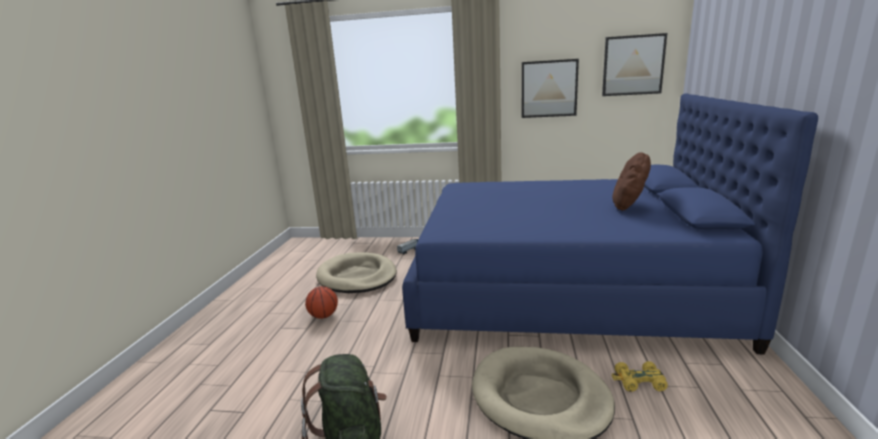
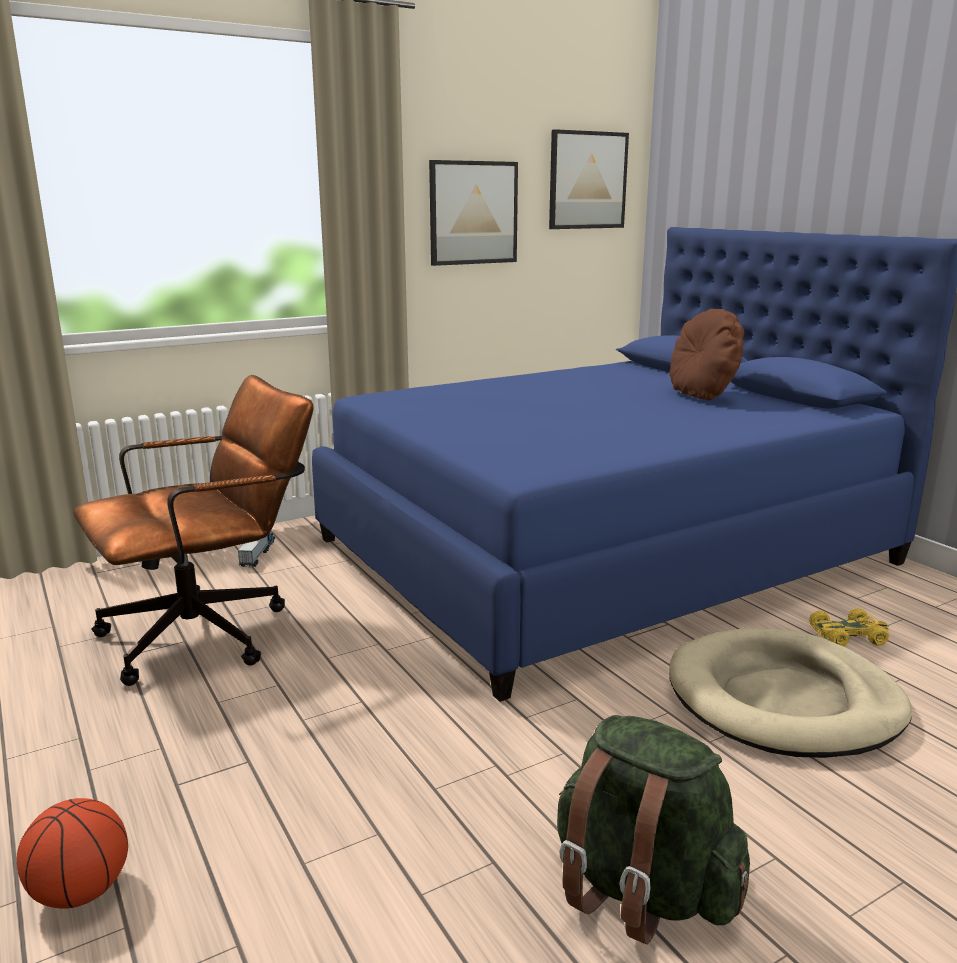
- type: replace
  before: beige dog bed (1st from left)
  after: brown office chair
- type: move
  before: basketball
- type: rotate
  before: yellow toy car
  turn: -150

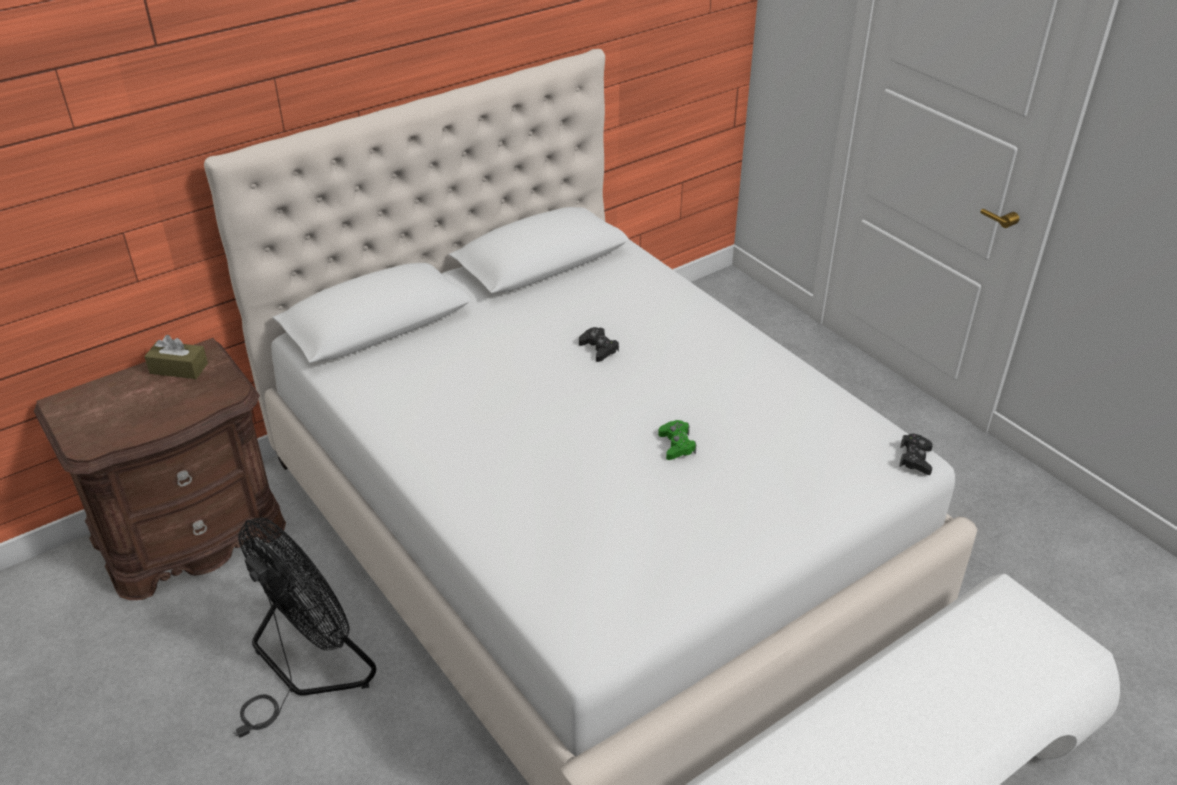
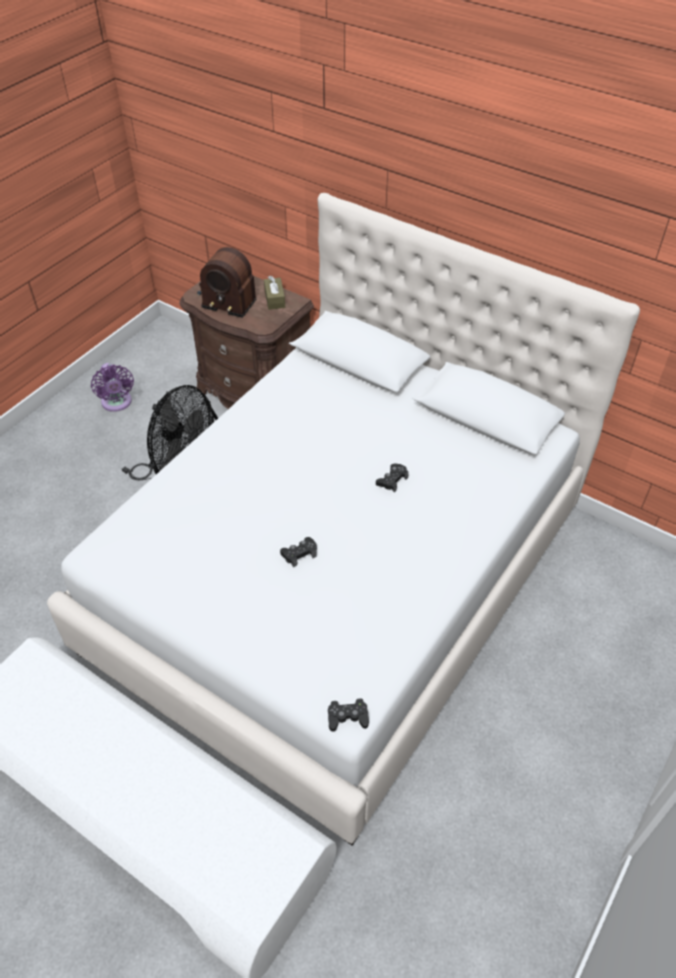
- type: recolor
  before: green game controller
  after: black game controller (1st from left)
- type: insert
  after: radio
- type: insert
  after: purple fan

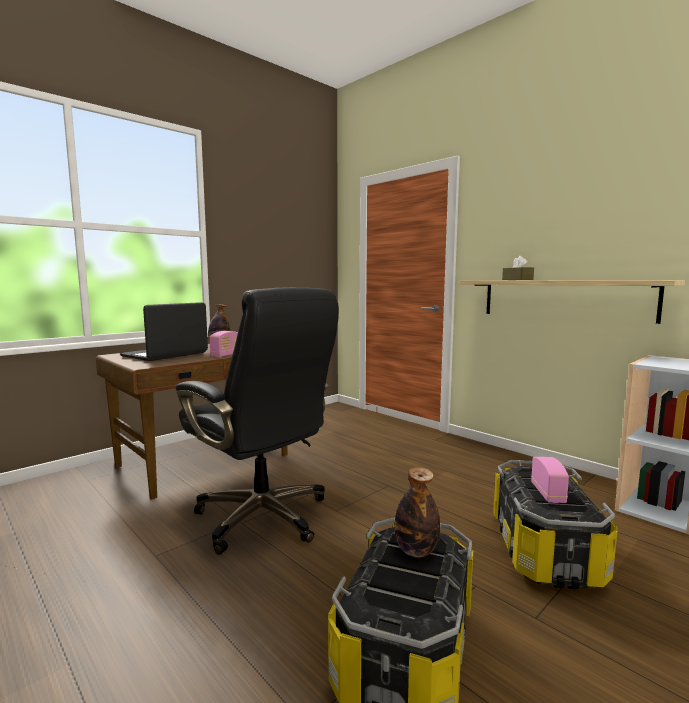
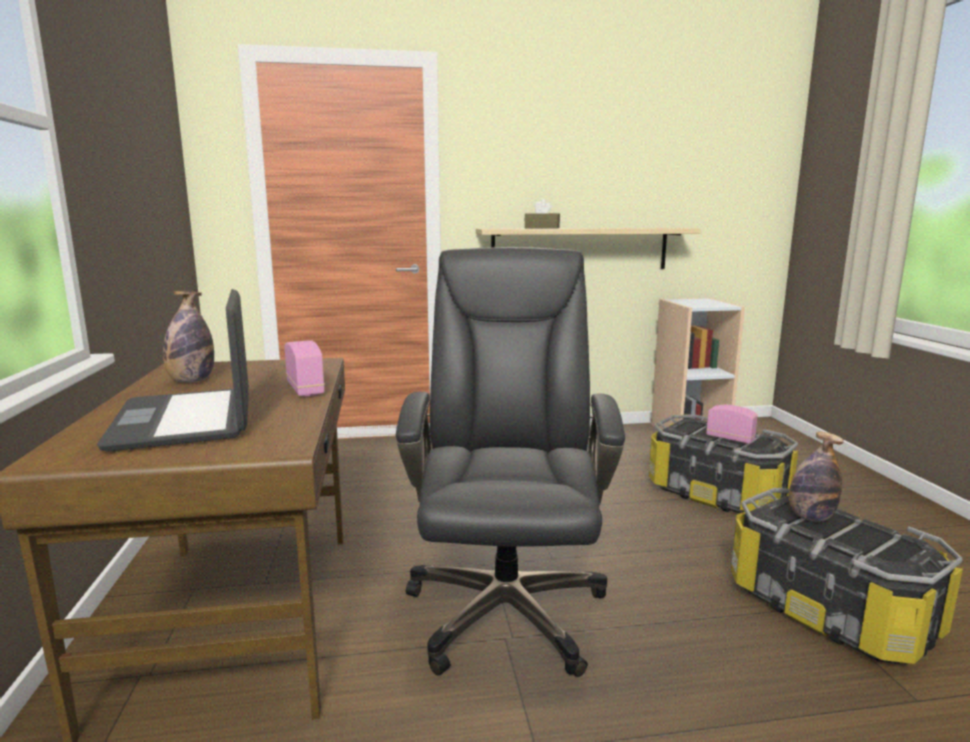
- type: rotate
  before: black office chair
  turn: -75

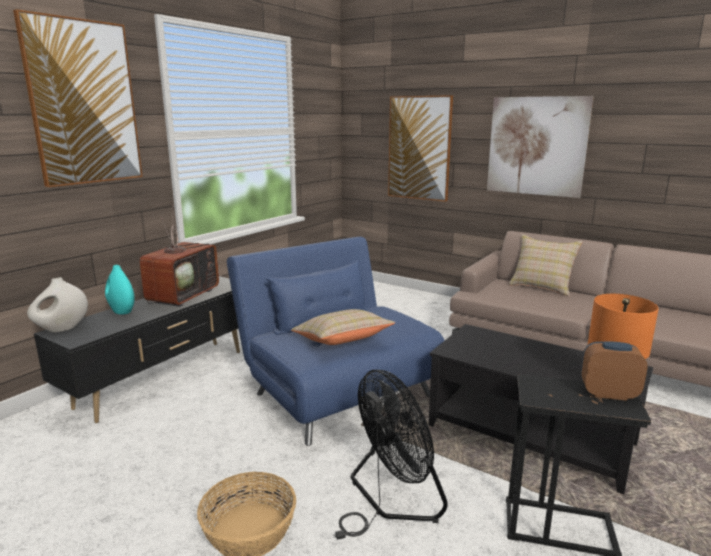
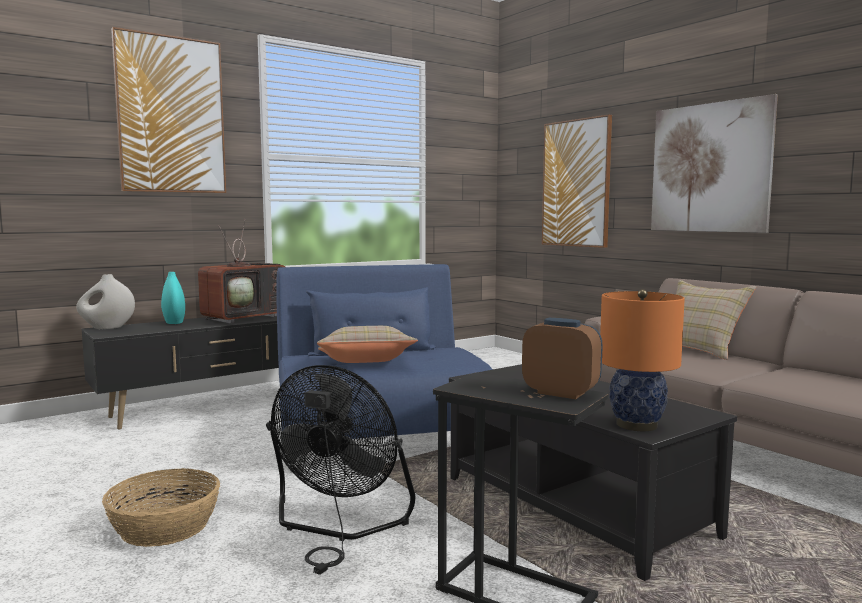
- type: rotate
  before: black fan
  turn: -60

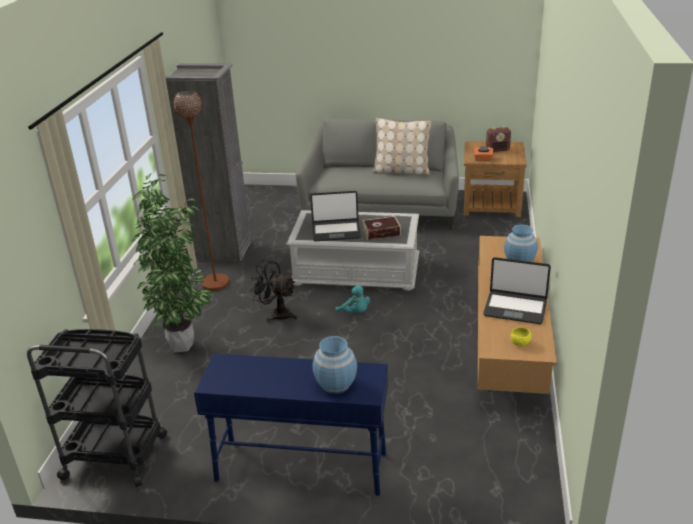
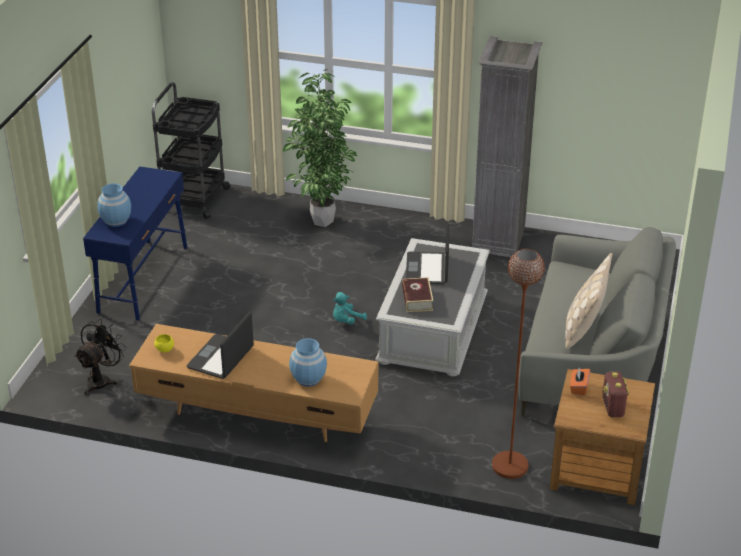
- type: move
  before: brown floor lamp
- type: move
  before: black fan

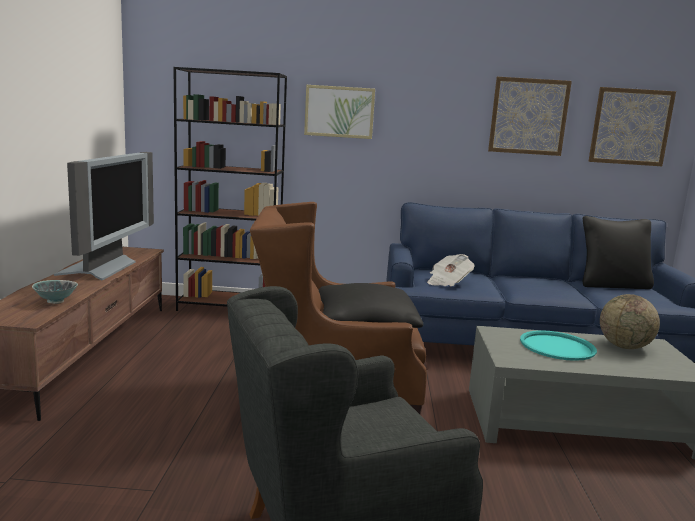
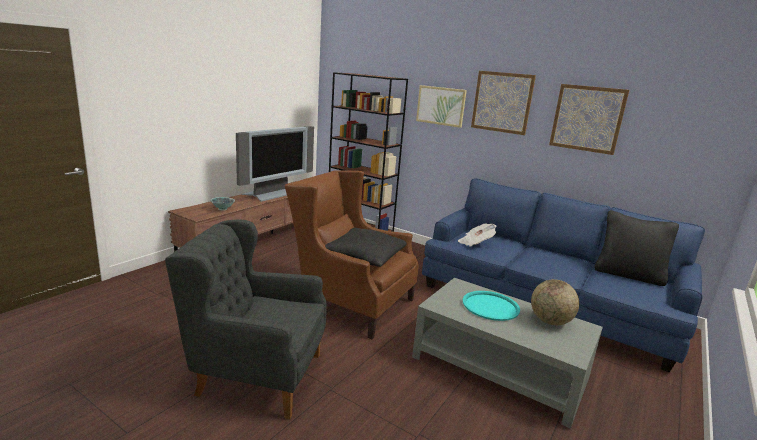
- type: move
  before: picture (3rd from left in the first image)
  after: picture (2nd from left)

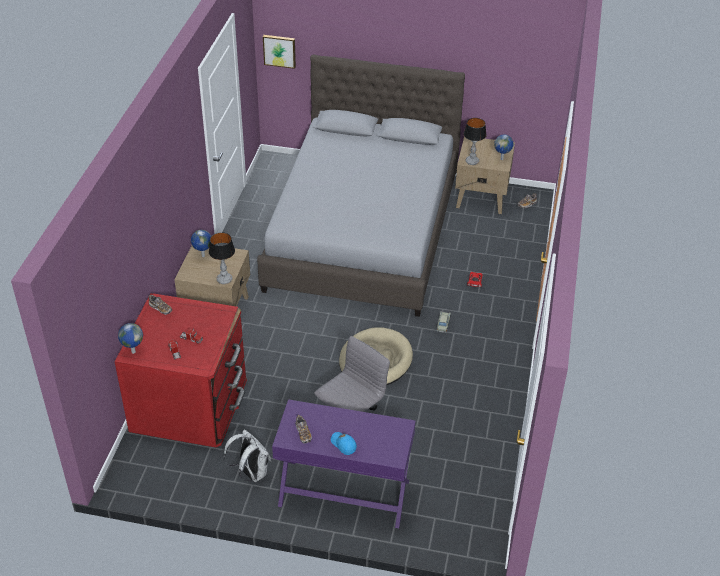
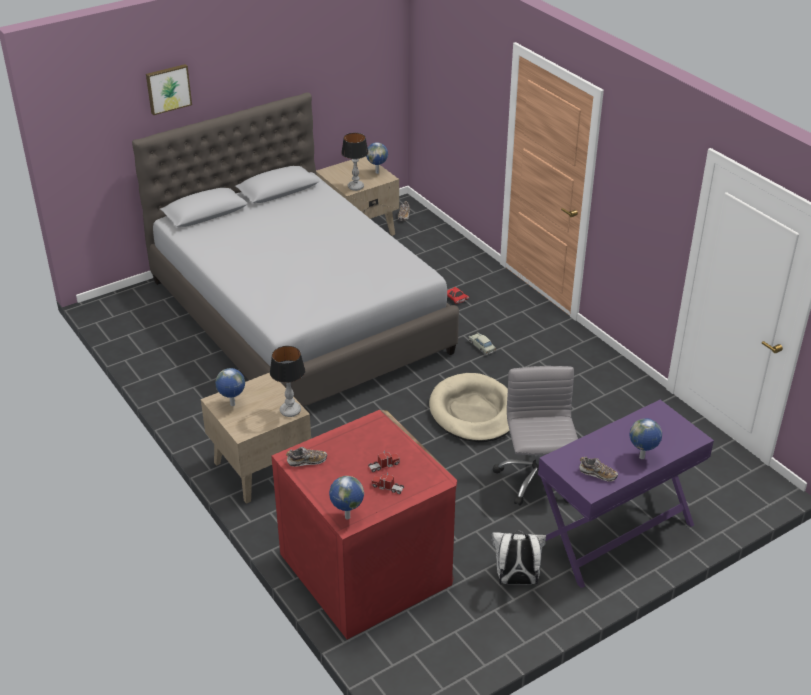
- type: move
  before: picture
- type: replace
  before: blue cap
  after: globe (4th from left)

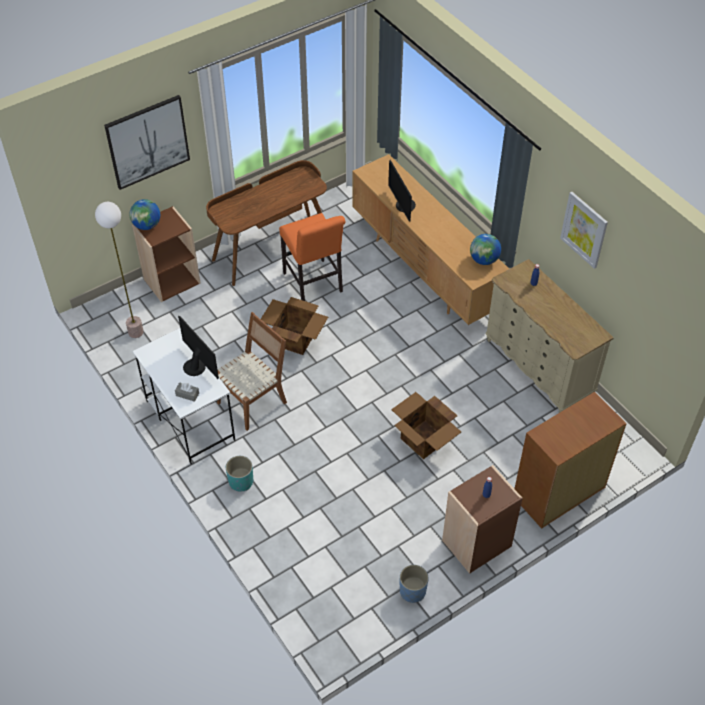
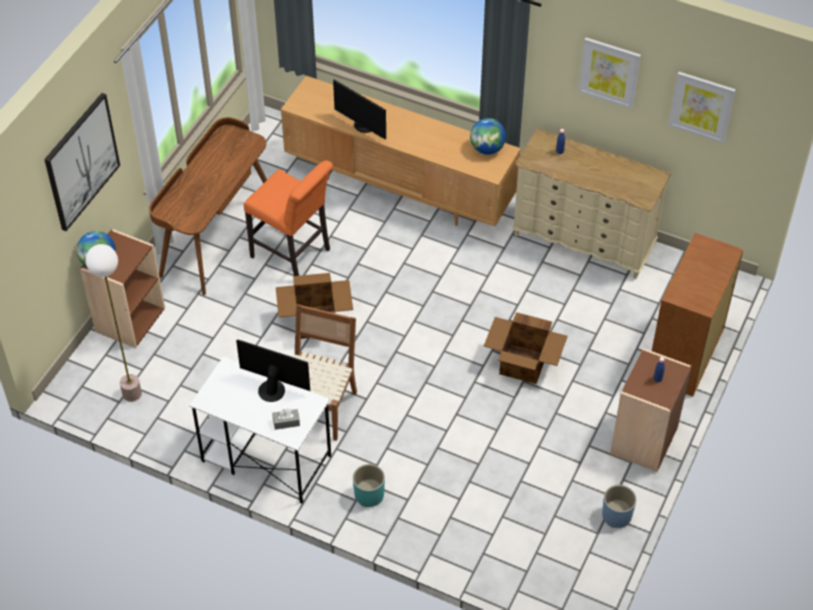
- type: insert
  after: picture (3rd from left)

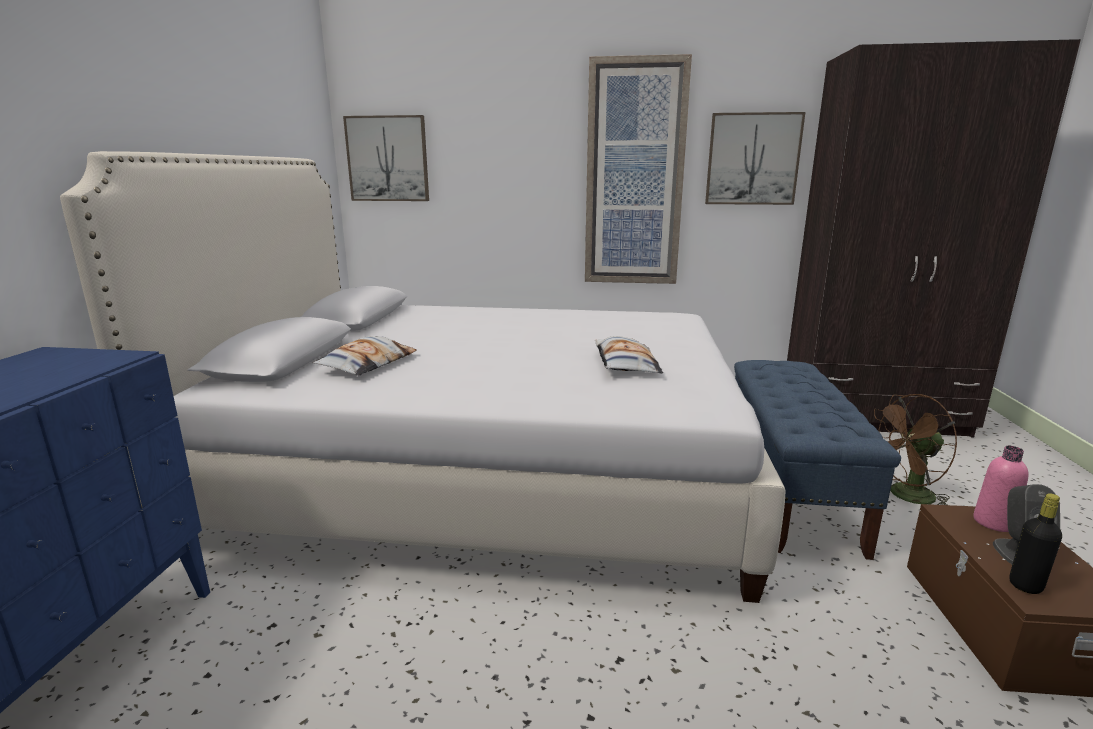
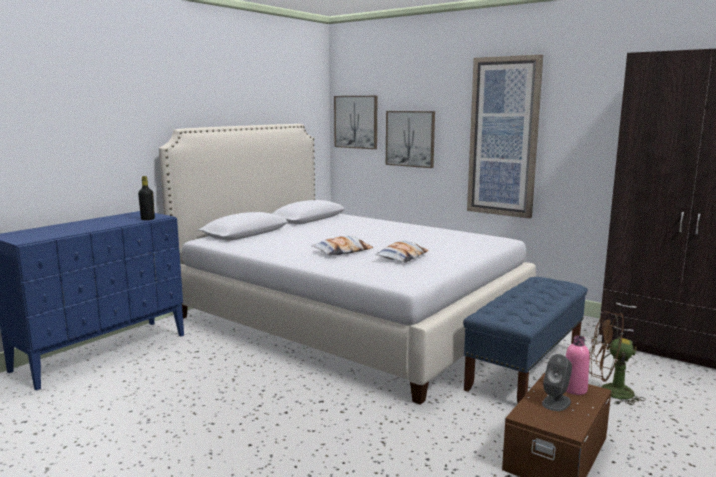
- type: move
  before: picture (3rd from left in the first image)
  after: picture (2nd from left)
- type: move
  before: pillow (1st from left)
- type: move
  before: black bottle

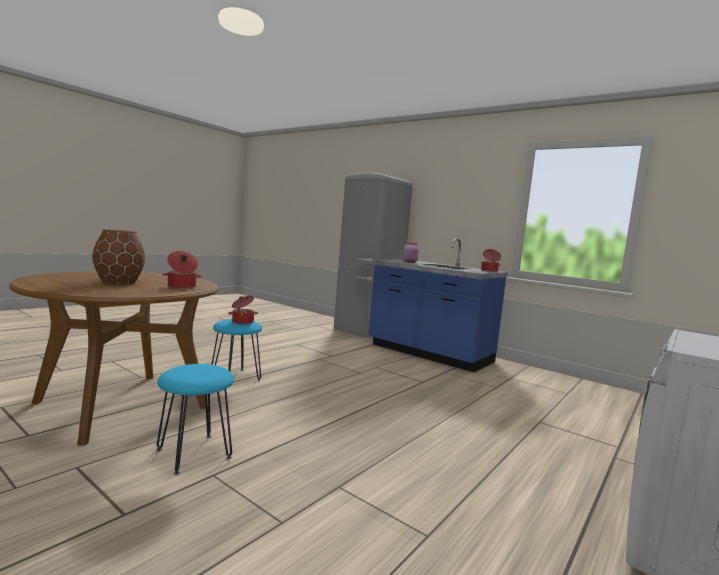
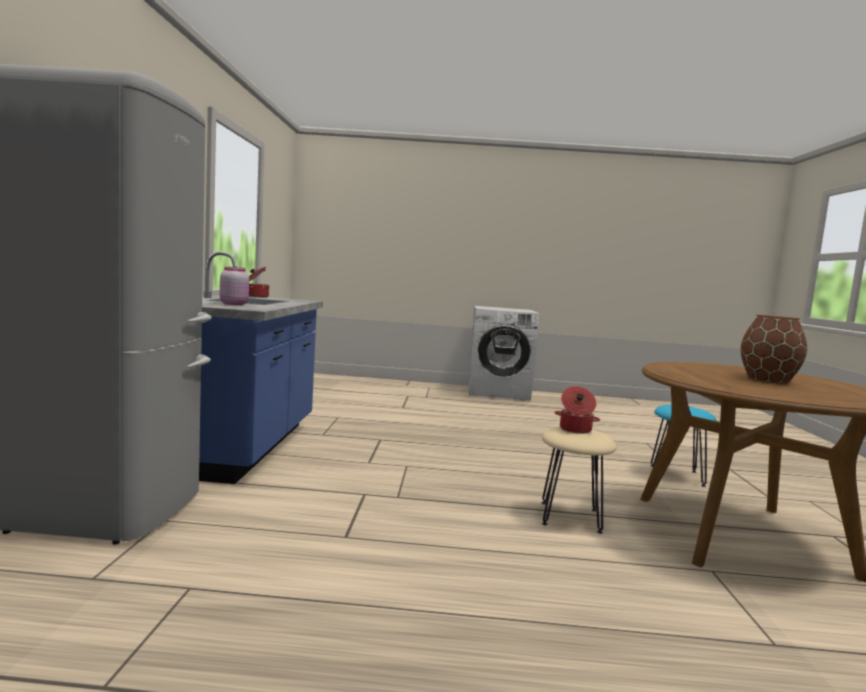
- type: delete
  before: cooking pot (1st from left)
- type: recolor
  before: turquoise stool (2nd from left)
  after: beige stool

